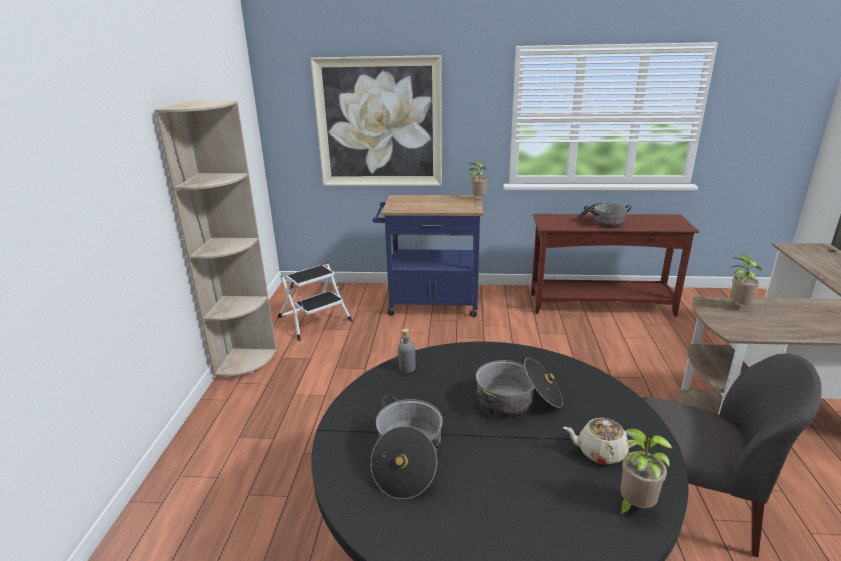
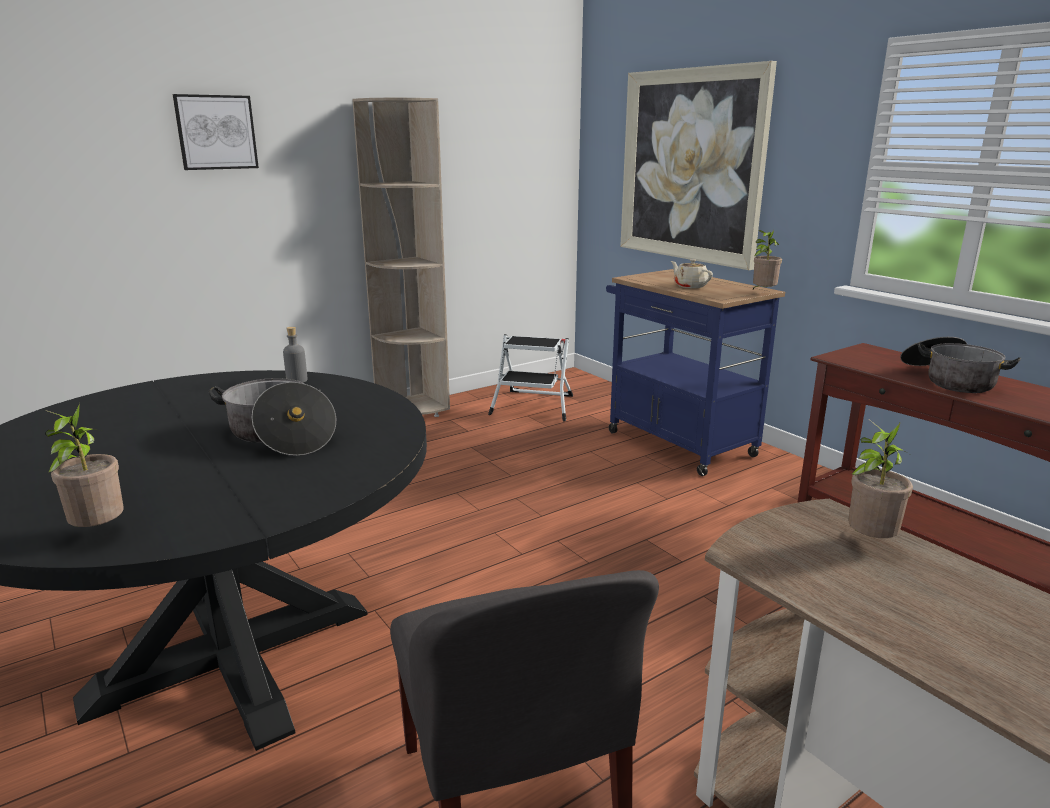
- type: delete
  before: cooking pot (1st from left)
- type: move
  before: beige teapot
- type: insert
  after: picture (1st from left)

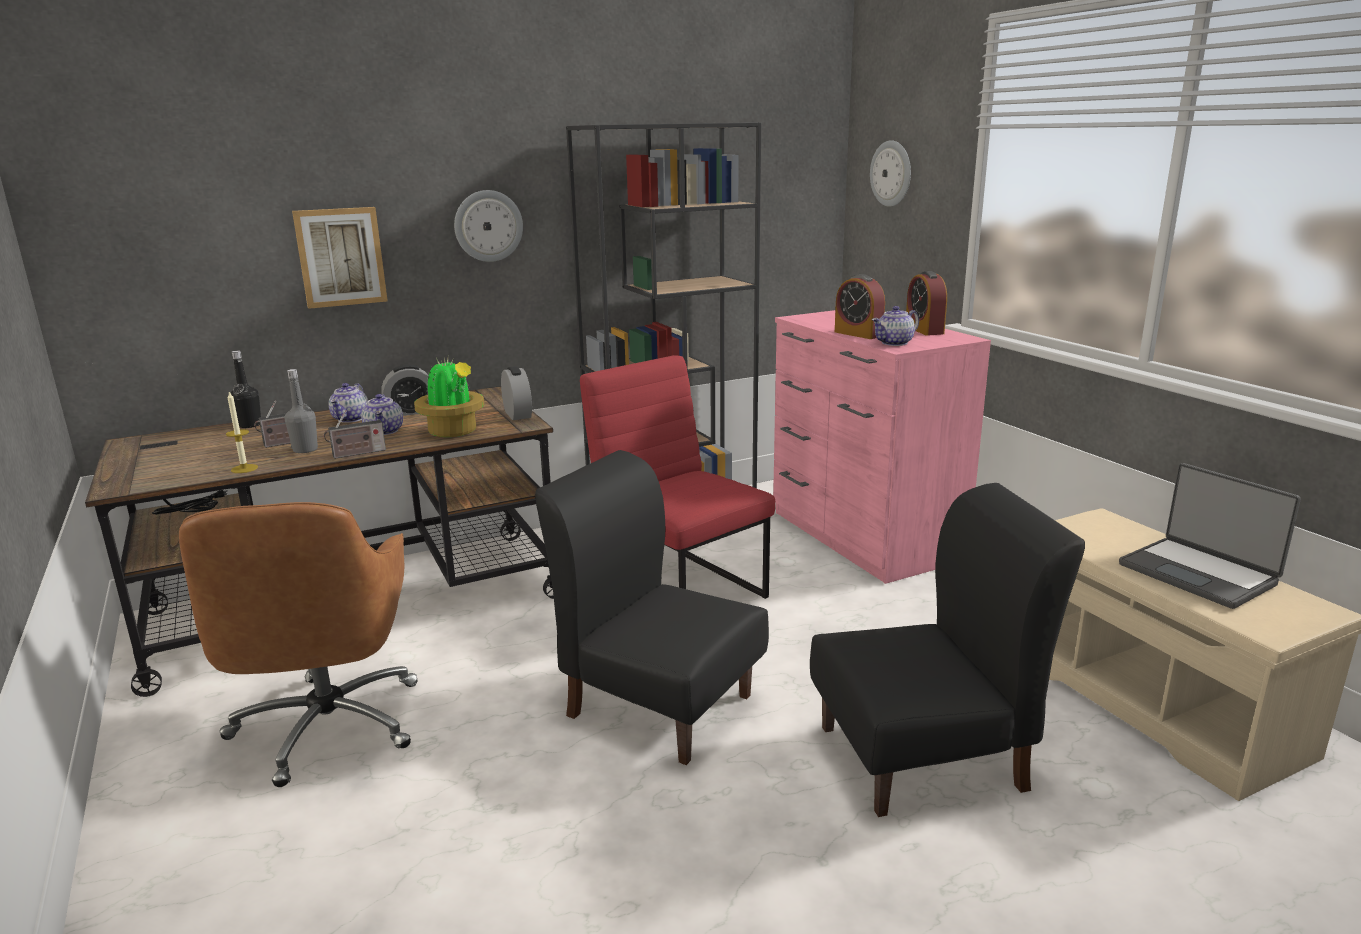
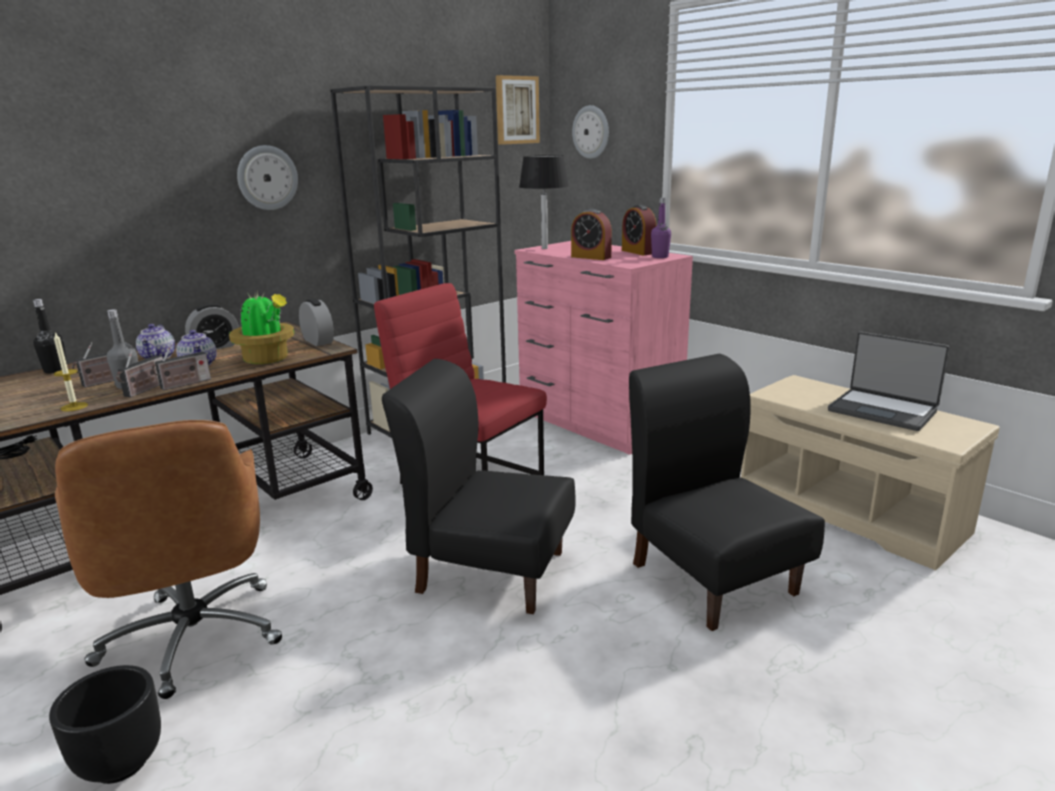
- type: move
  before: picture
- type: delete
  before: teapot (3rd from left)
- type: rotate
  before: black chair (2nd from left)
  turn: -90
- type: insert
  after: black table lamp
- type: insert
  after: purple bottle
- type: insert
  after: radio (2nd from left)
- type: insert
  after: black planter

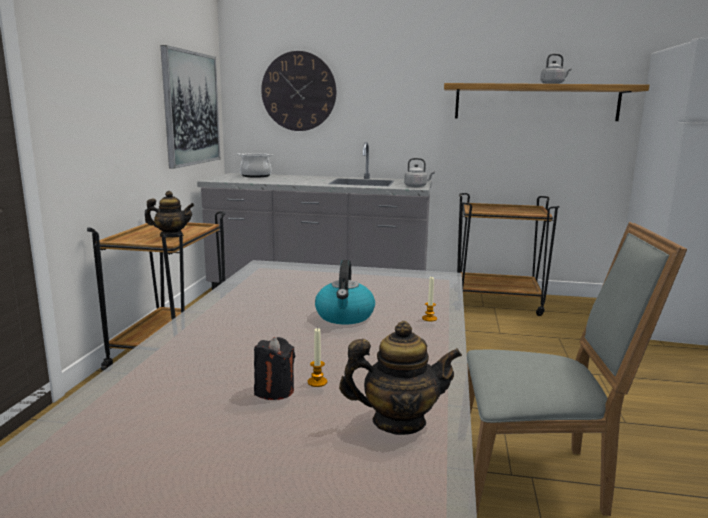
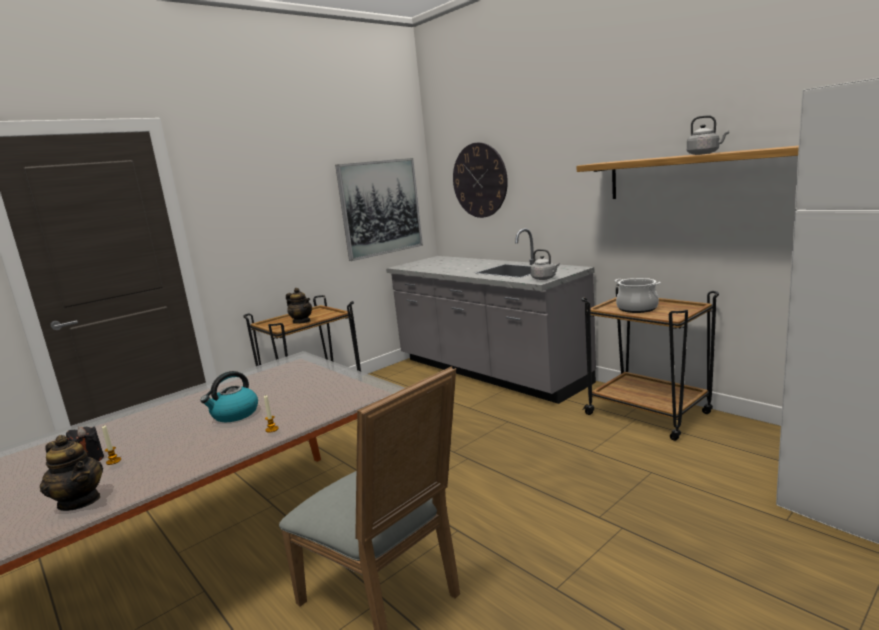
- type: move
  before: cooking pot

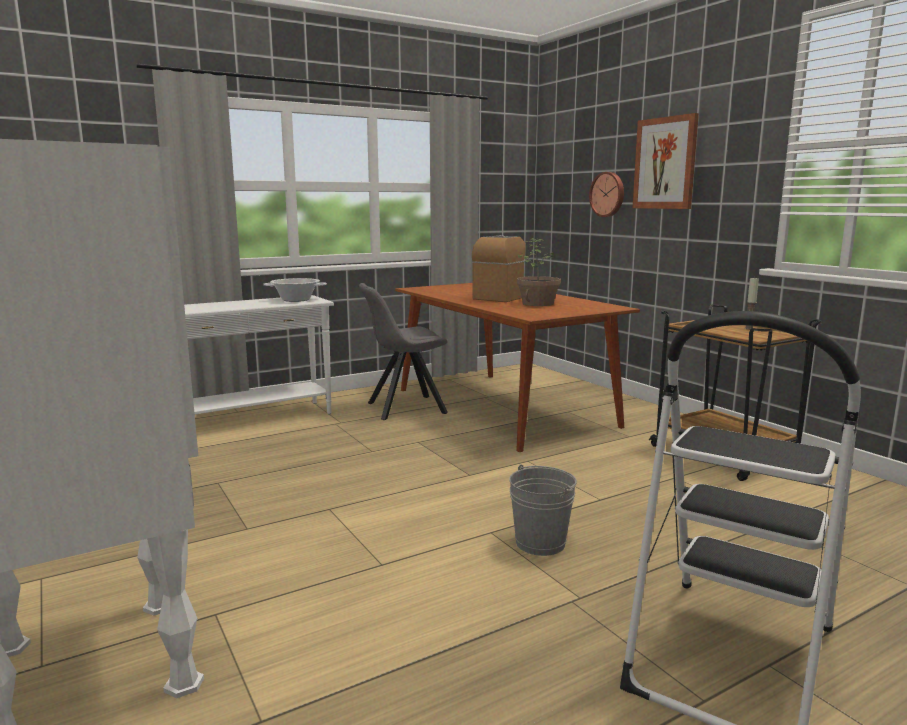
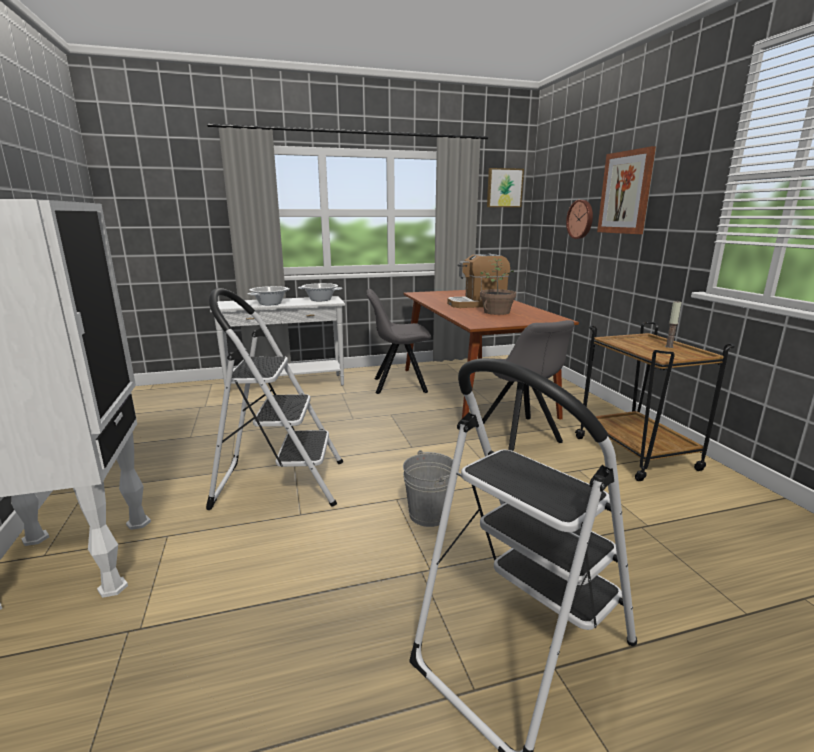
- type: rotate
  before: coffee machine
  turn: -150
- type: insert
  after: picture (1st from left)
- type: insert
  after: cooking pot (1st from left)
- type: insert
  after: step ladder (1st from left)
- type: insert
  after: grey chair (2nd from left)

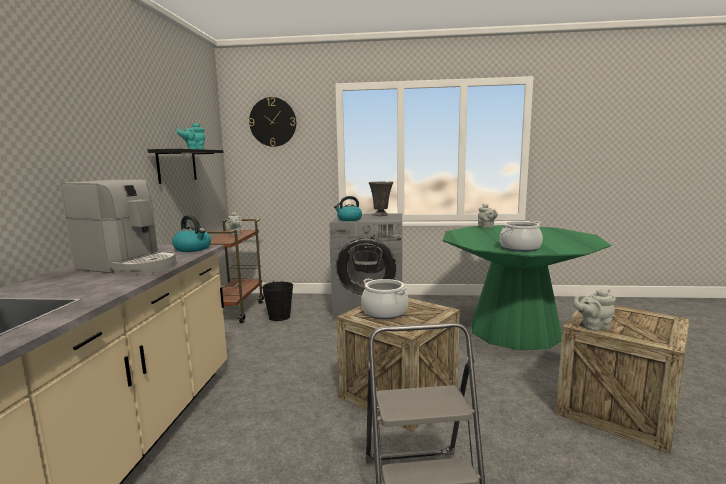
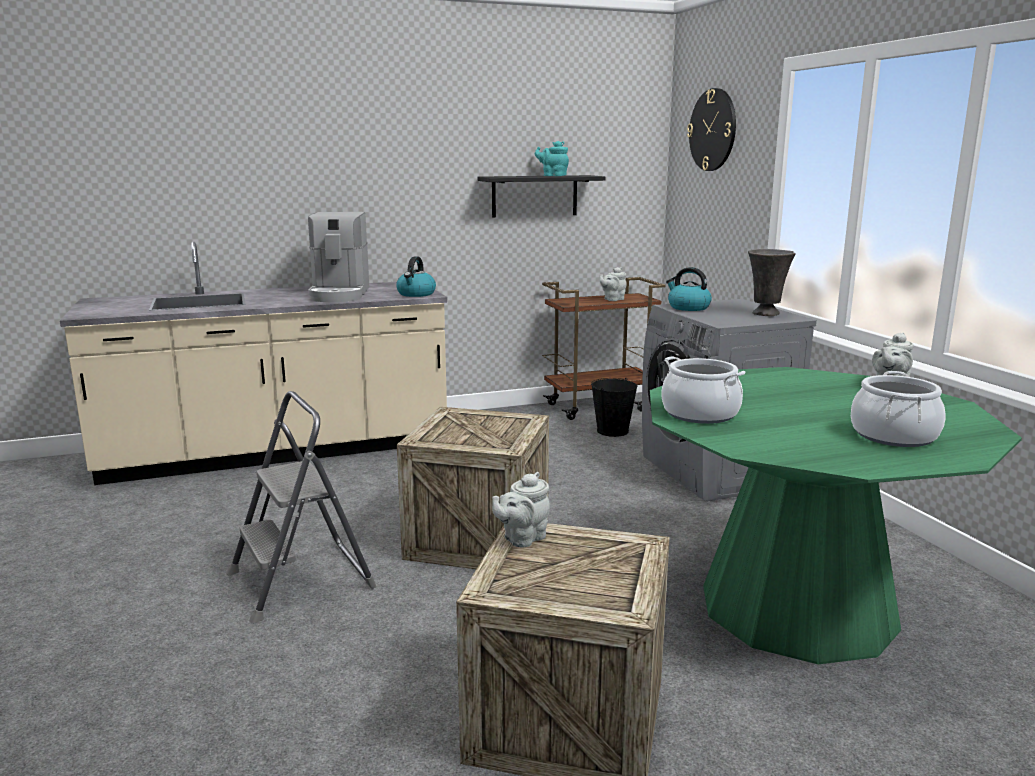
- type: move
  before: cooking pot (1st from left in the first image)
  after: cooking pot (2nd from left)
- type: rotate
  before: grey teapot (3rd from left in the first image)
  turn: -105

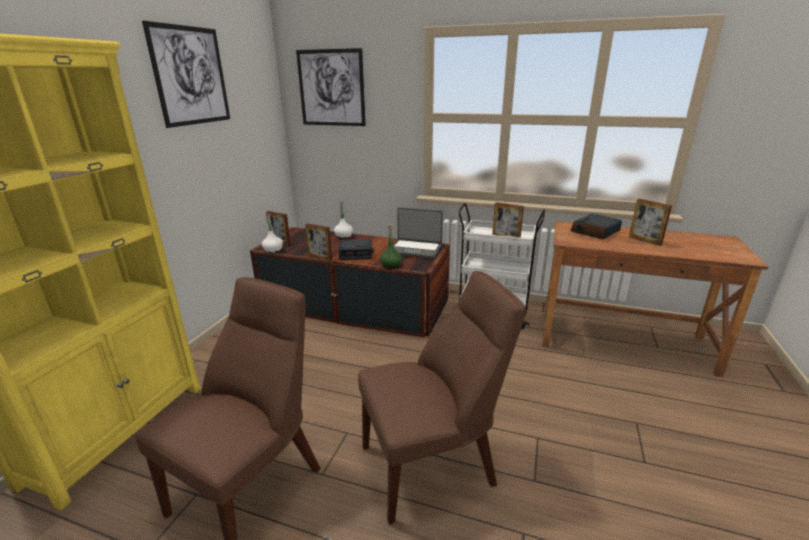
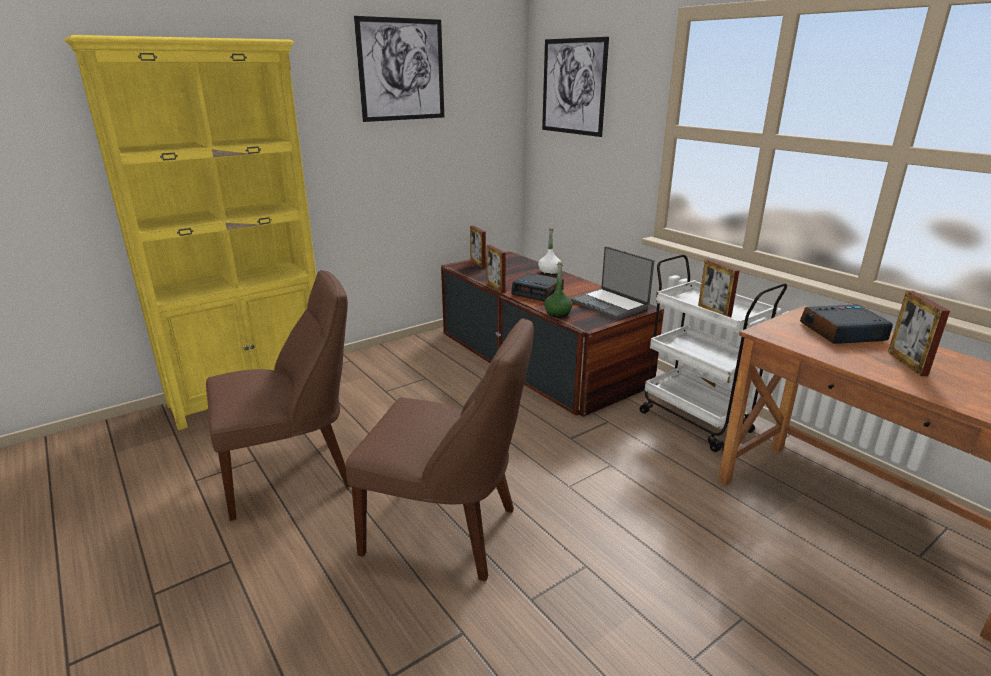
- type: delete
  before: white bottle (1st from left)

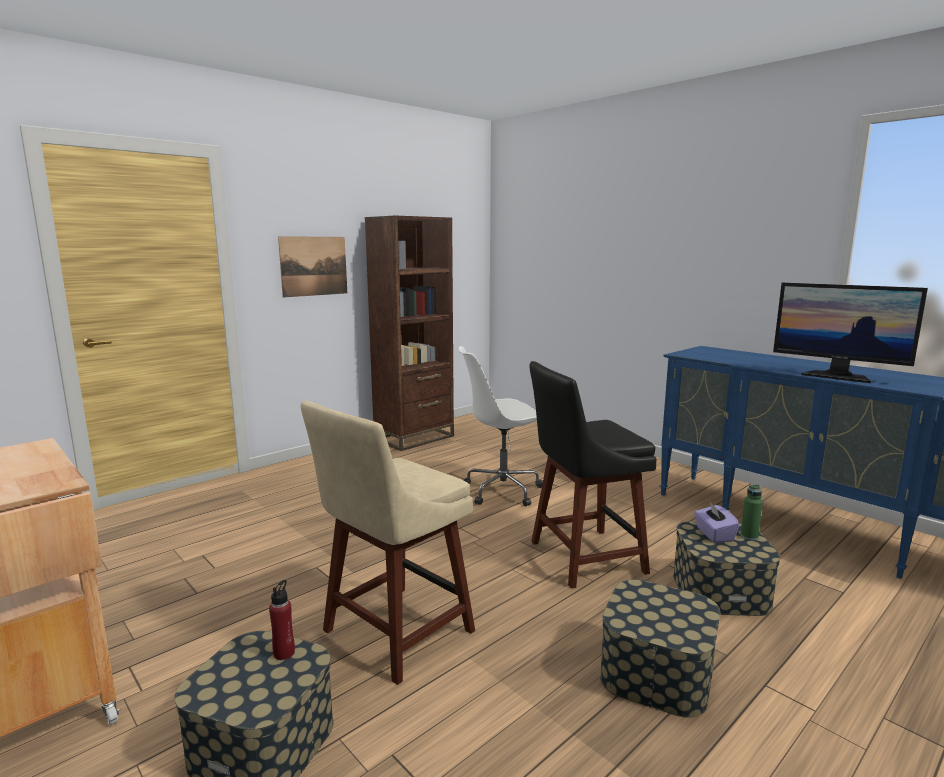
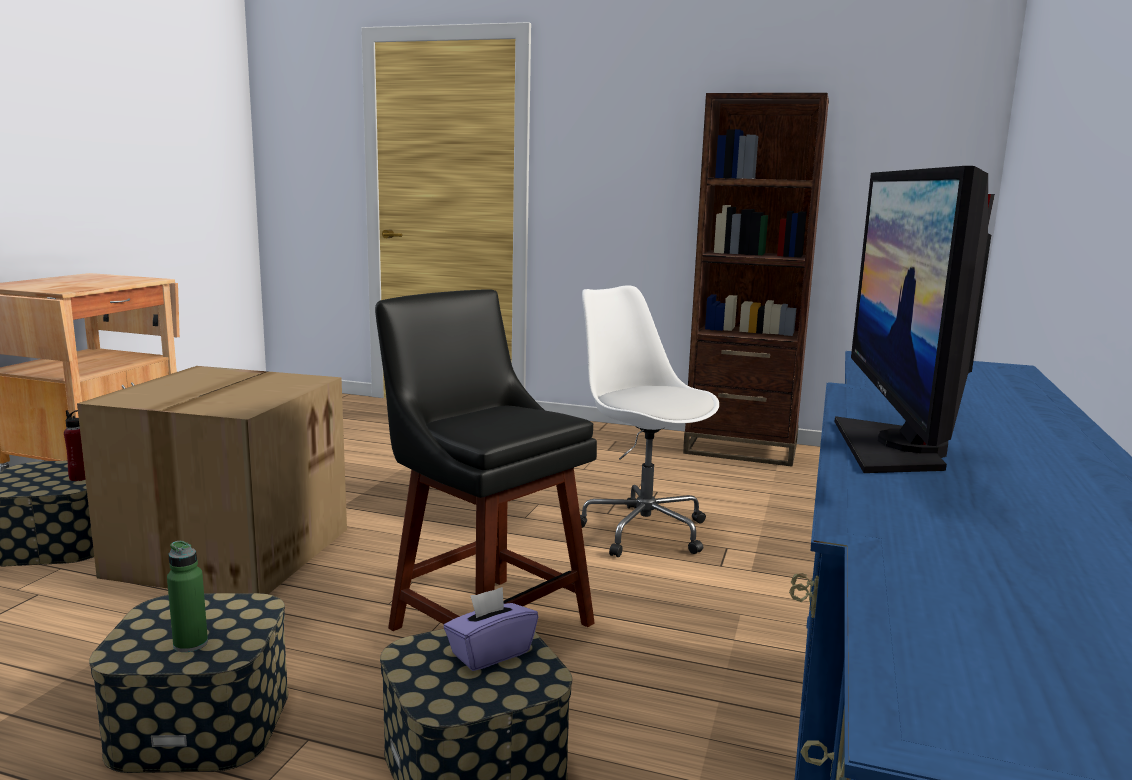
- type: delete
  before: picture
- type: replace
  before: beige chair
  after: cardboard box
- type: move
  before: green bottle

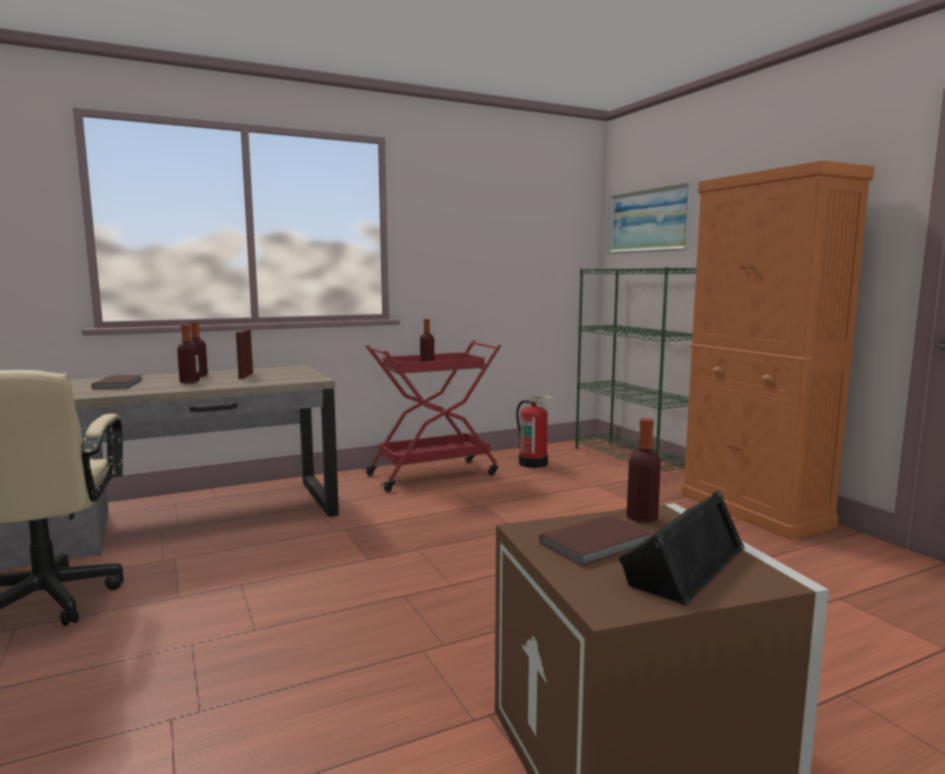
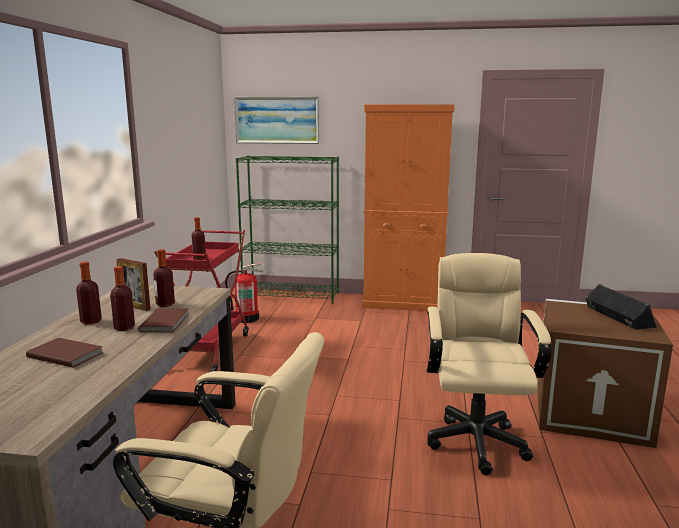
- type: move
  before: bottle (4th from left in the first image)
  after: bottle (3rd from left)
- type: move
  before: brown book (2nd from left)
- type: insert
  after: beige office chair (2nd from left)

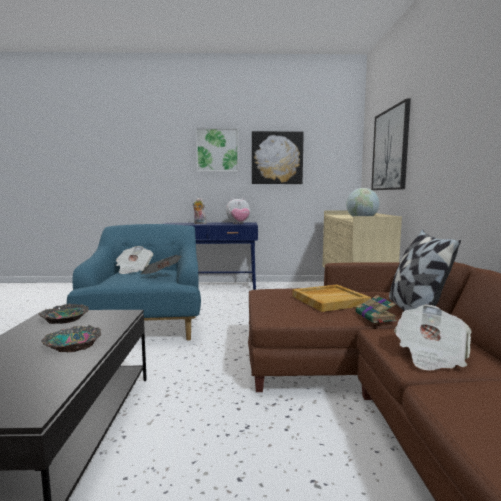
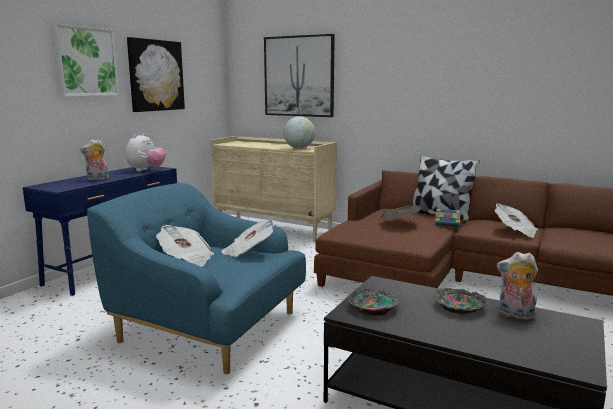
- type: replace
  before: beige tray
  after: newspaper (3rd from left)
- type: insert
  after: plush toy (3rd from left)

